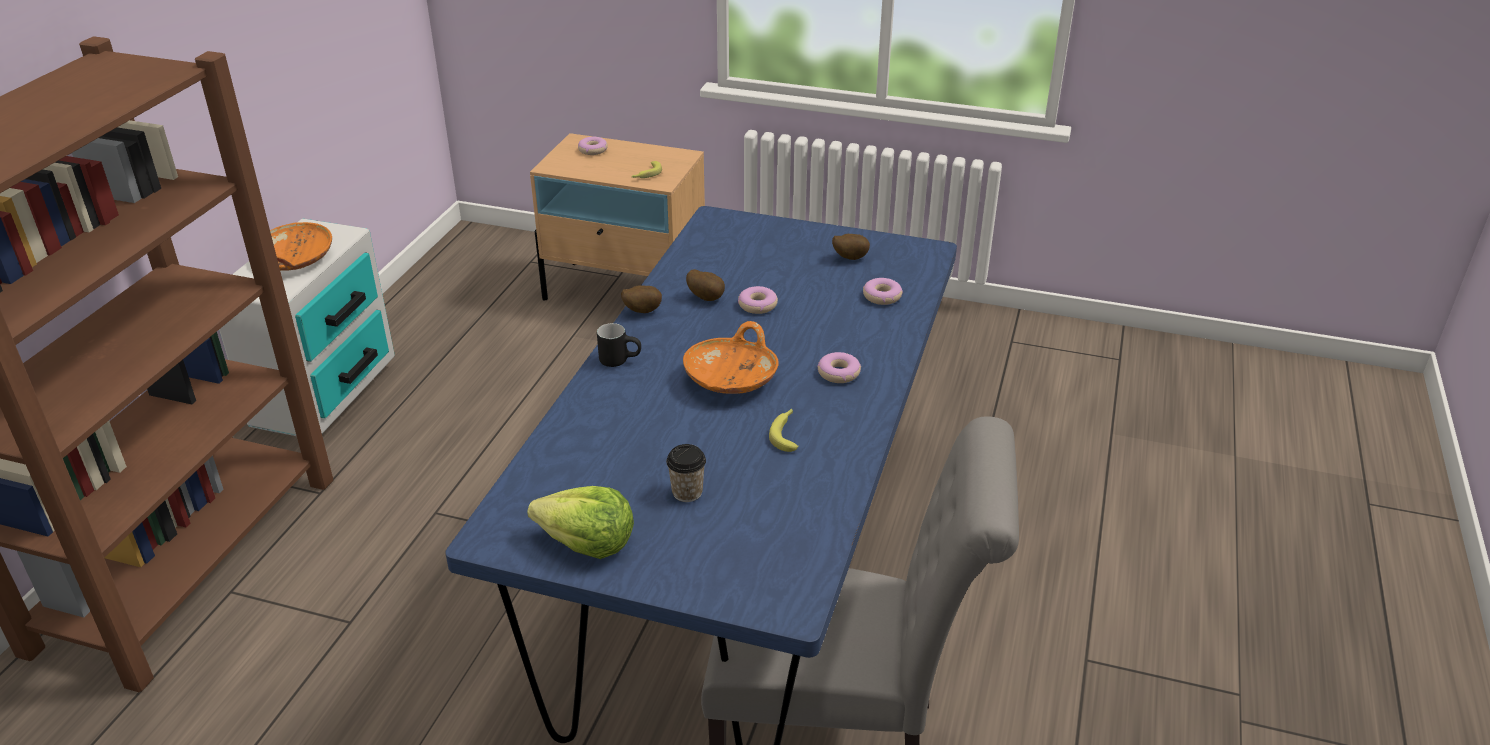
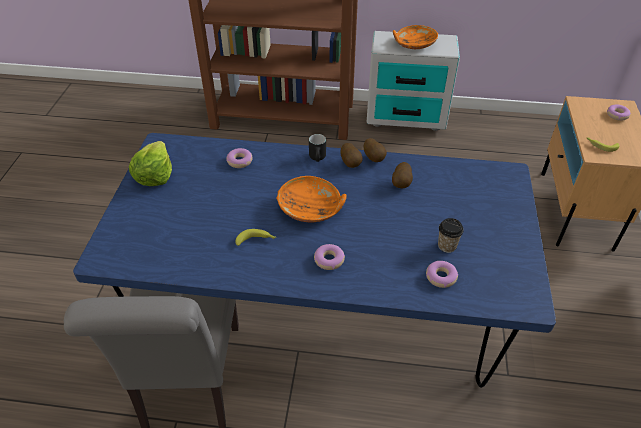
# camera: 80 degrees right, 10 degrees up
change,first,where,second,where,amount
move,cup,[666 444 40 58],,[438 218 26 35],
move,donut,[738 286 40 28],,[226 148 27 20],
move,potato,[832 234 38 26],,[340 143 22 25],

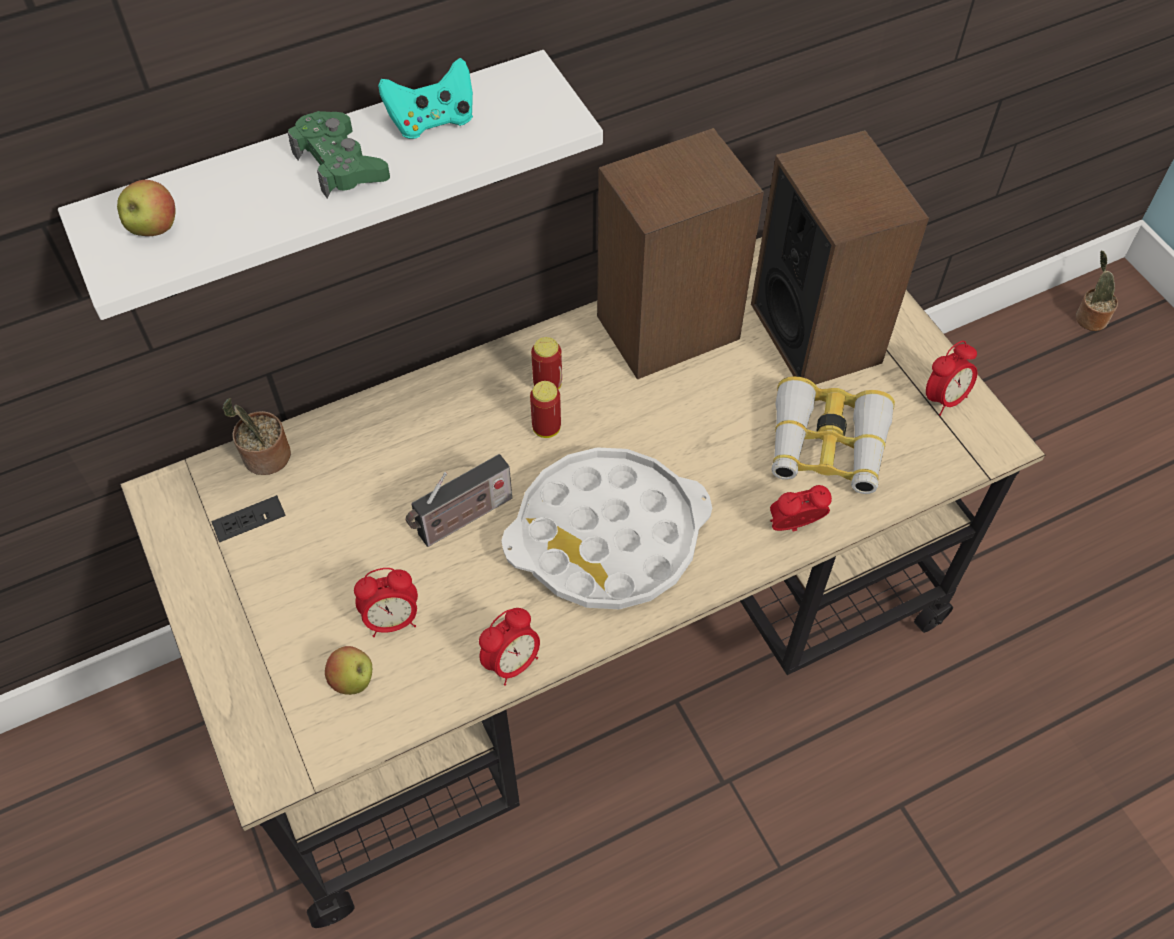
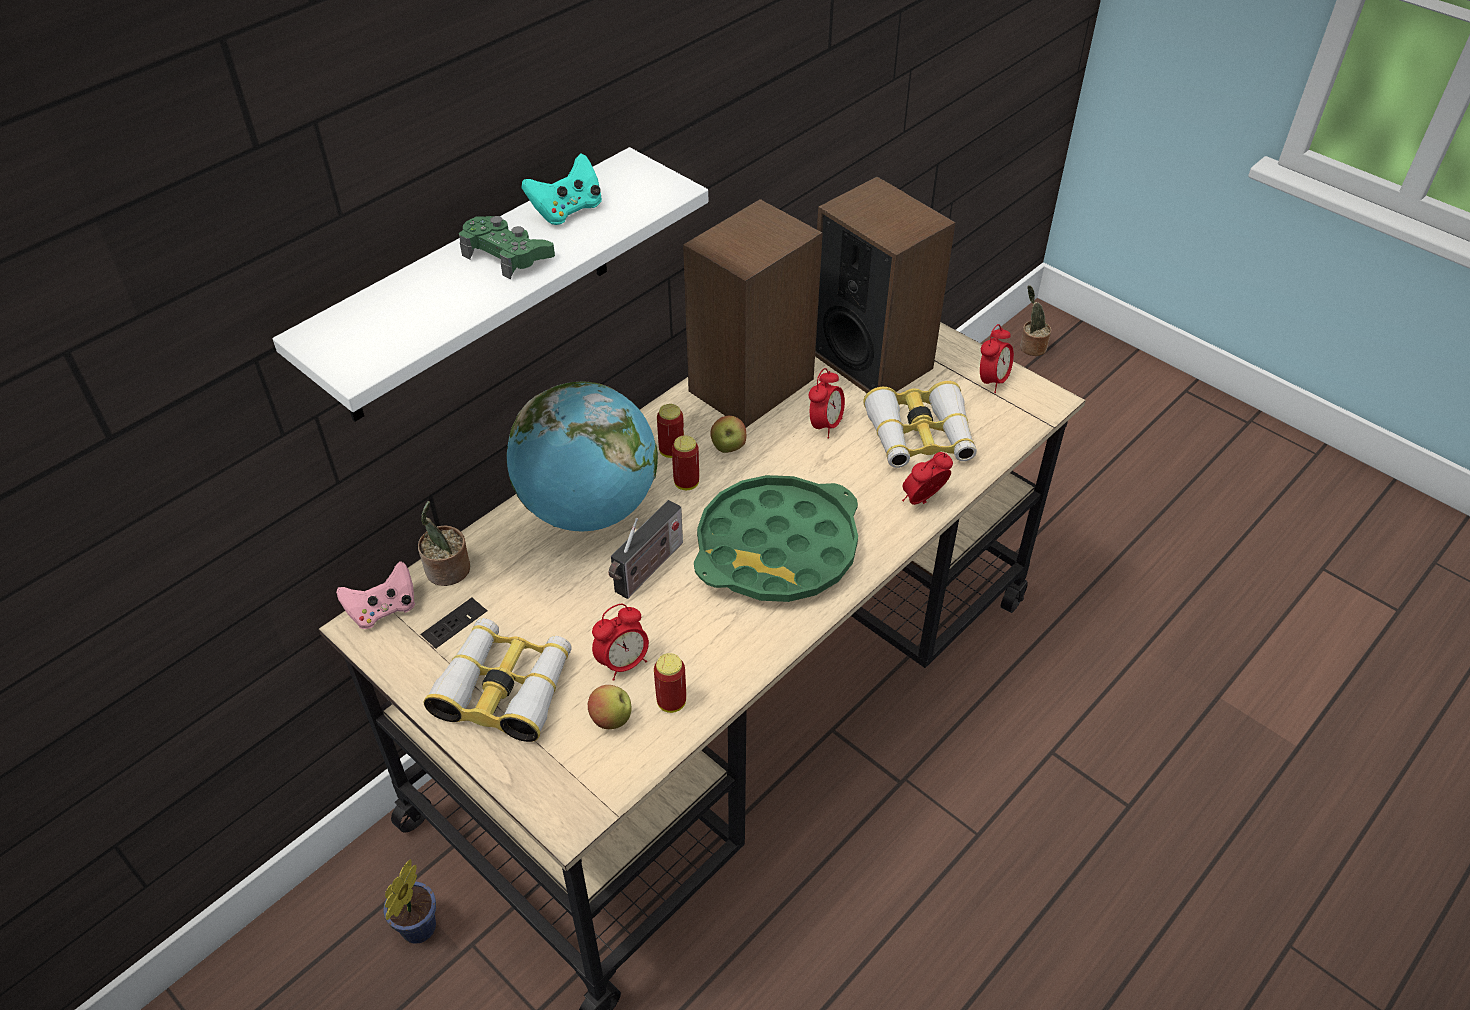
# camera: 20 degrees left, 10 degrees down
change,first,where,second,where,amount
insert,,,pink game controller,[336 561 79 68],
insert,,,potted plant,[383 859 53 85],
insert,,,binoculars,[423 618 148 124],
insert,,,globe,[506 381 152 151],
insert,,,can,[654 653 32 60],
move,apple,[117 180 58 56],,[710 416 36 37],
move,alarm clock,[479 608 61 78],,[809 368 36 70],
recolor,white tray,[501 447 211 162],green tray,[694 475 164 127],

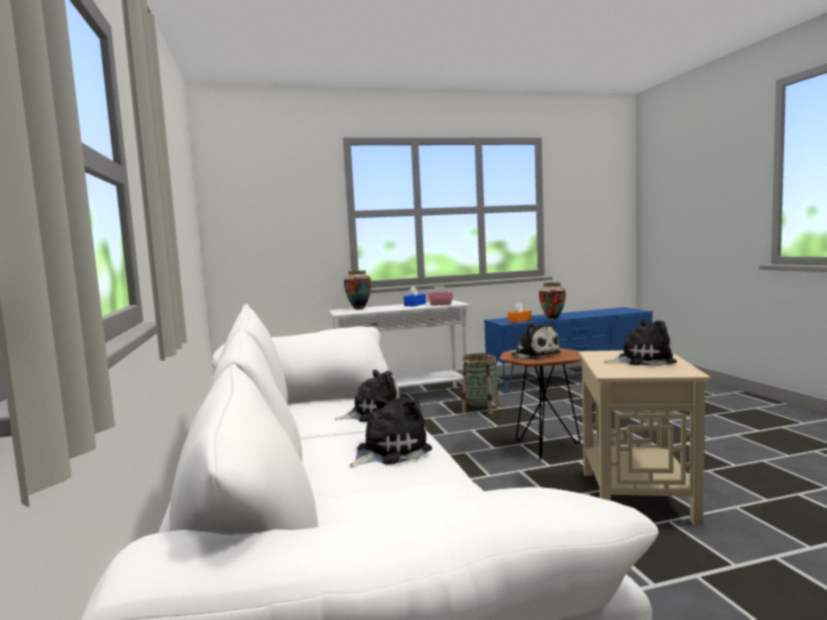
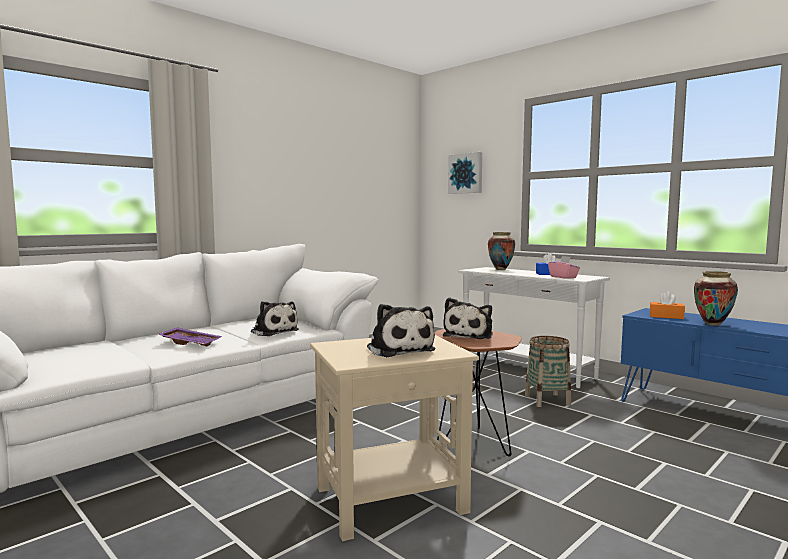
# camera: 60 degrees right, 0 degrees up
change,first,where,second,where,amount
insert,,,picture,[448 152 34 42],
replace,plush toy,[349 397 83 71],purple tray,[157 328 65 19],

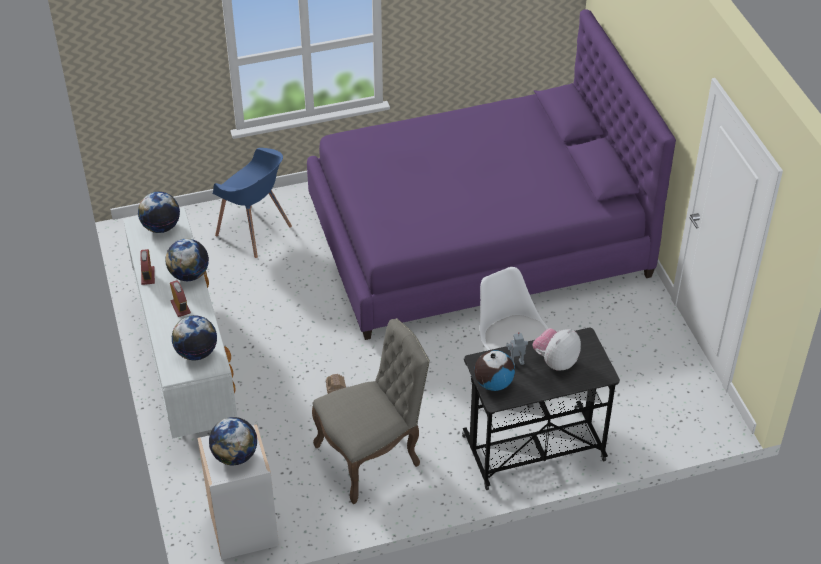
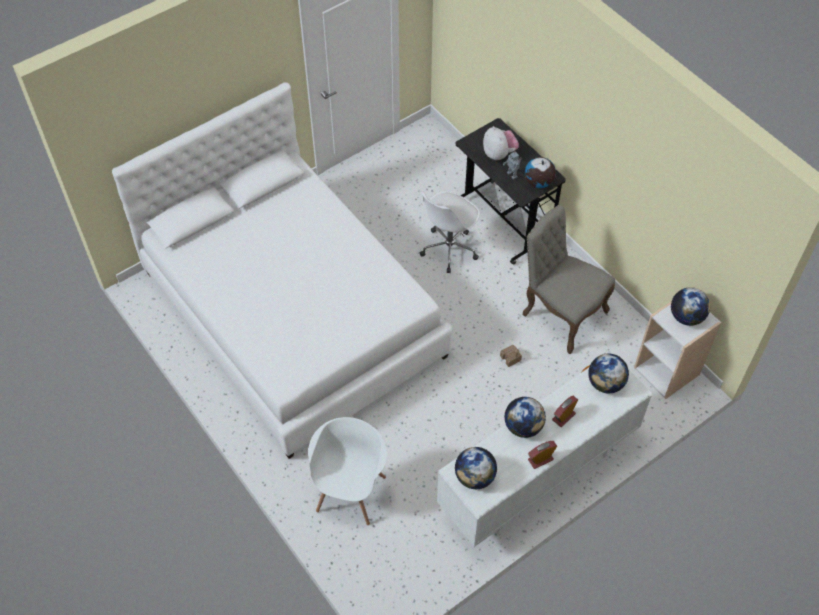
# camera: 110 degrees left, 10 degrees up
change,first,where,second,where,amount
recolor,blue chair,[213 148 79 110],white chair,[308 417 79 108],
recolor,purple bed,[307 9 369 331],white bed,[112 82 340 377],
rotate,plush toy,[532 328 49 43],,[483 126 36 34],135 degrees counterclockwise

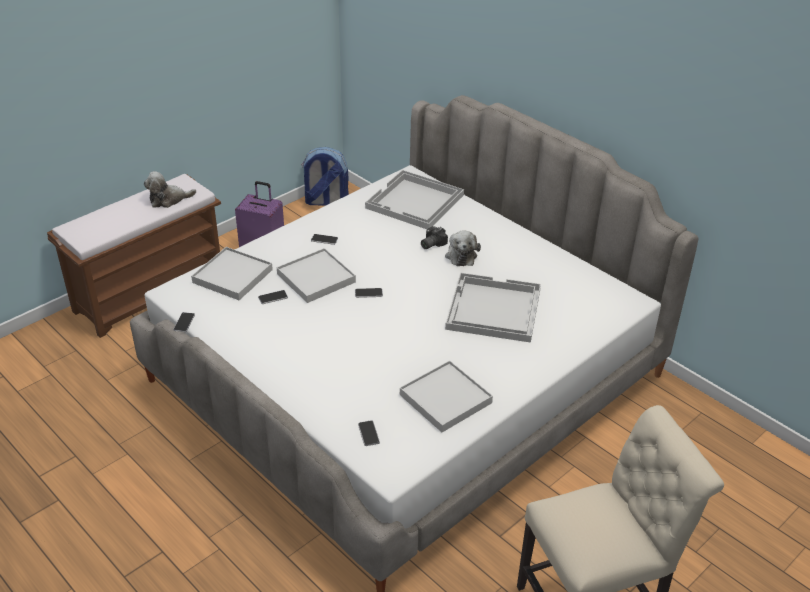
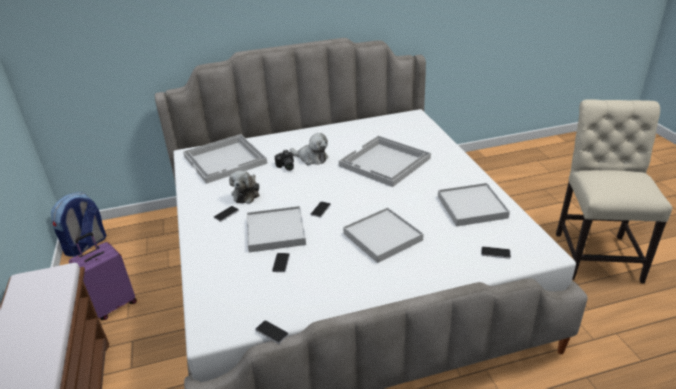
# camera: 60 degrees left, 5 degrees down
change,first,where,second,where,amount
move,plush toy,[144 171 52 37],,[229 170 31 34],
move,white tray,[191 247 82 53],,[343 207 81 56],

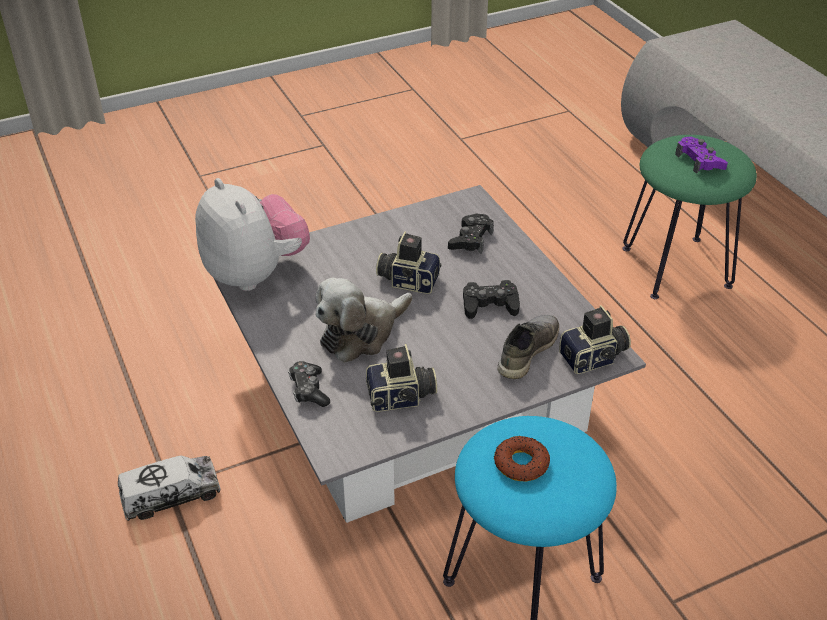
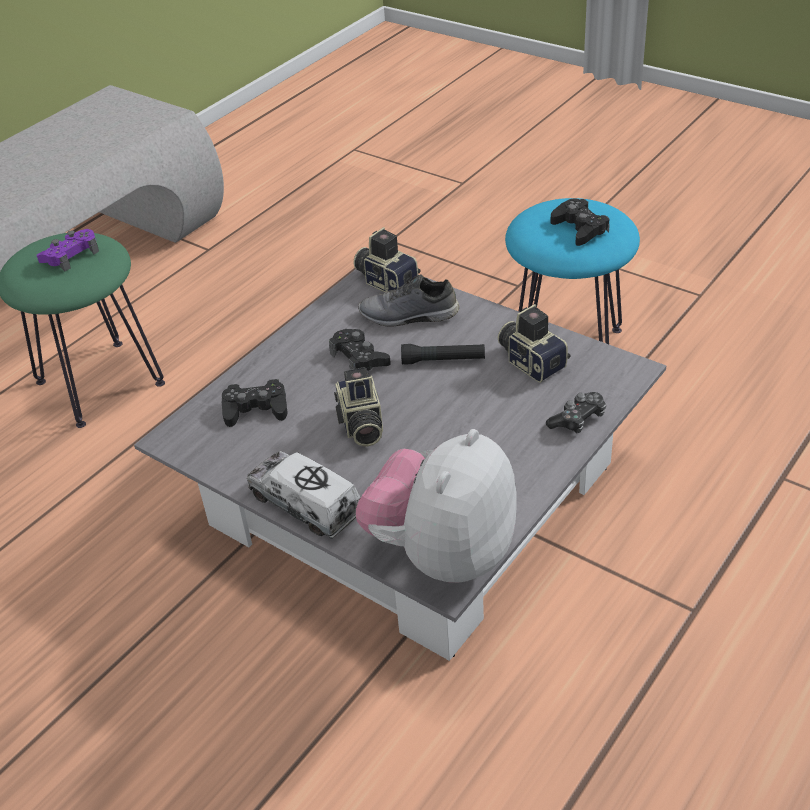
# camera: 115 degrees left, 0 degrees up
change,first,where,second,where,amount
delete,plush toy,[316 278 97 85],,,
insert,,,black flashlight,[401 344 84 20],
move,toy truck,[118 456 103 65],,[247 451 114 88],
replace,donut,[494 436 56 45],black game controller,[550 198 60 48],

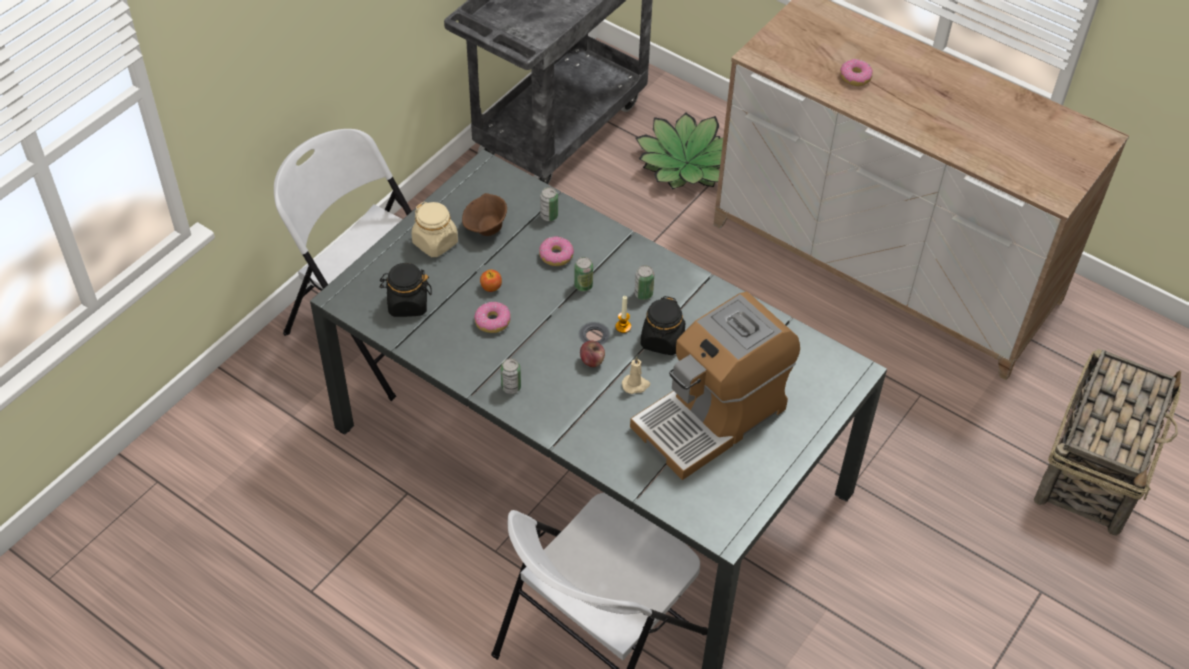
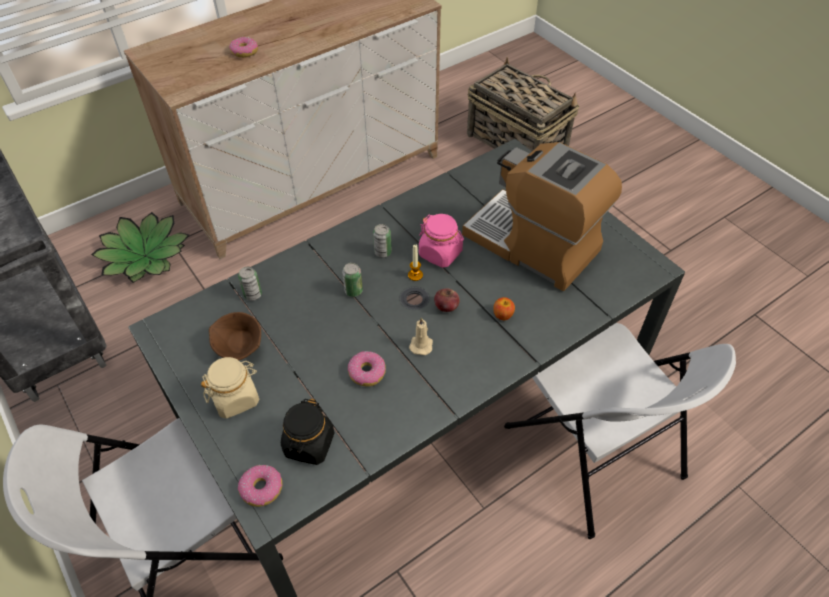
# camera: 70 degrees left, 0 degrees up
change,first,where,second,where,amount
delete,can,[501 358 20 36],,,
move,apple,[480 269 22 23],,[493 297 22 23],
move,donut,[539 236 35 30],,[238 465 45 42],
move,beige candle,[622 356 28 38],,[409 317 24 38],
recolor,black jar,[641 296 45 59],pink jar,[419 214 45 54],
rotate,coffee machine,[630 291 170 189],,[462 142 160 149],150 degrees clockwise

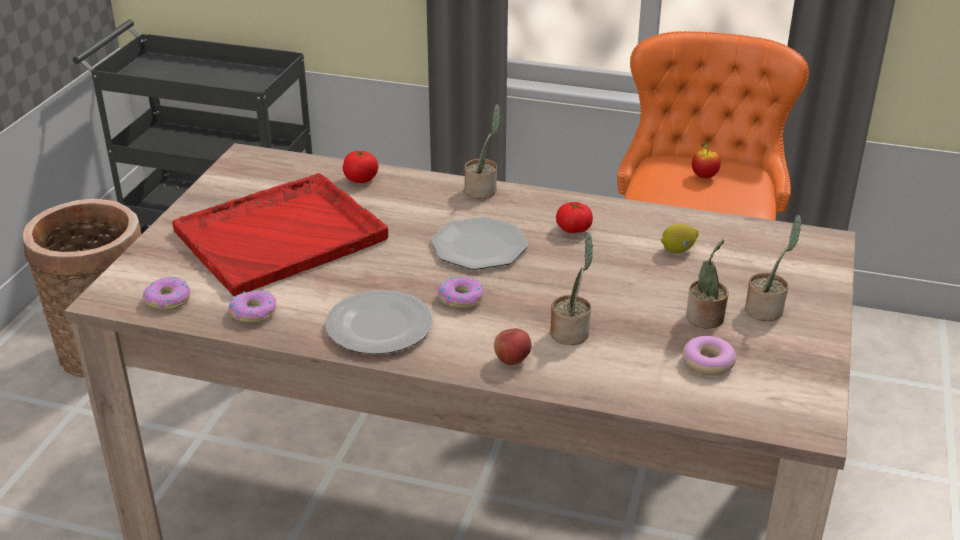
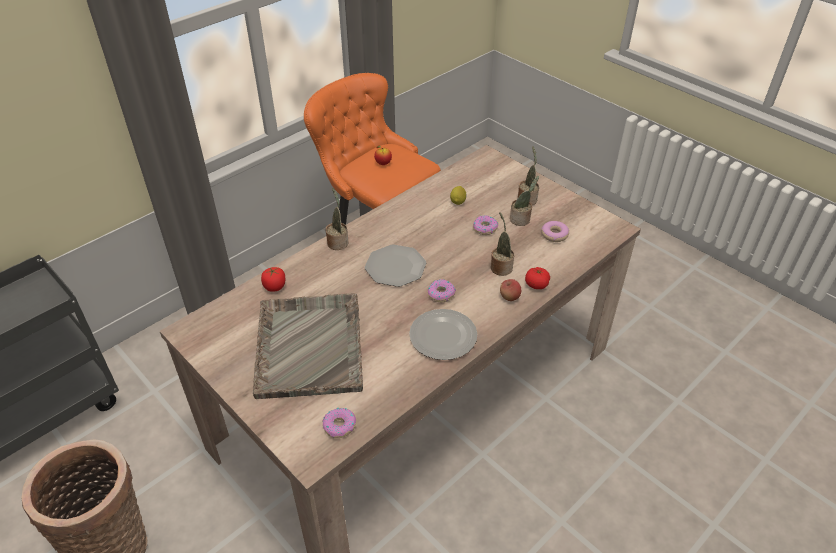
# camera: 60 degrees left, 10 degrees up
change,first,where,second,where,amount
move,donut,[229 290 47 33],,[473 215 25 20],
move,tomato,[556 202 37 31],,[525 267 25 22],
recolor,red tray,[172 173 216 123],grey tray,[253 293 110 106],

